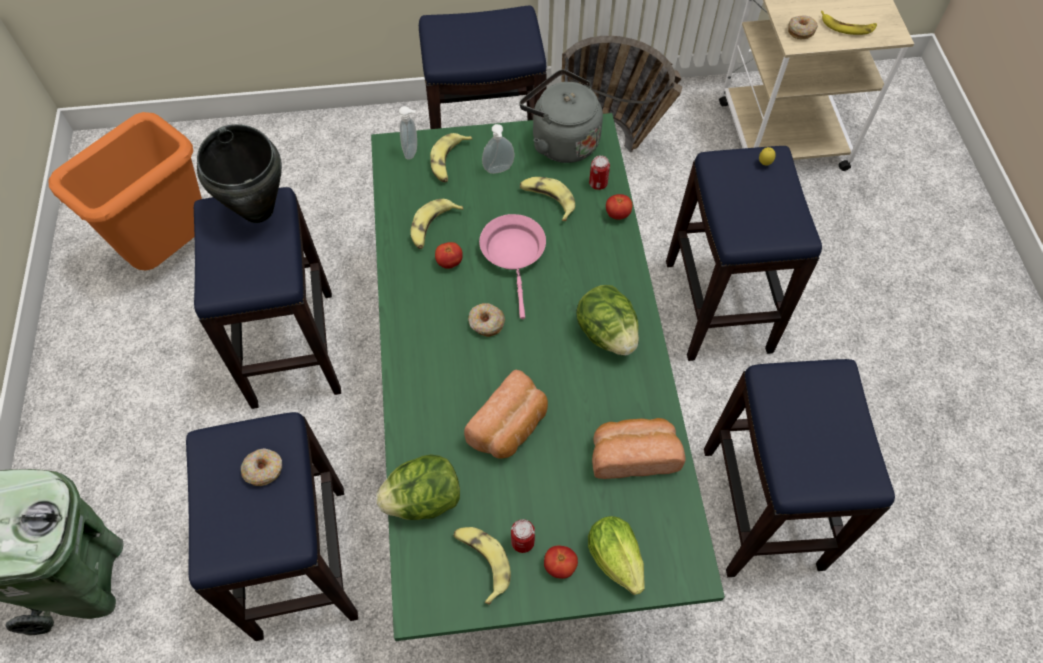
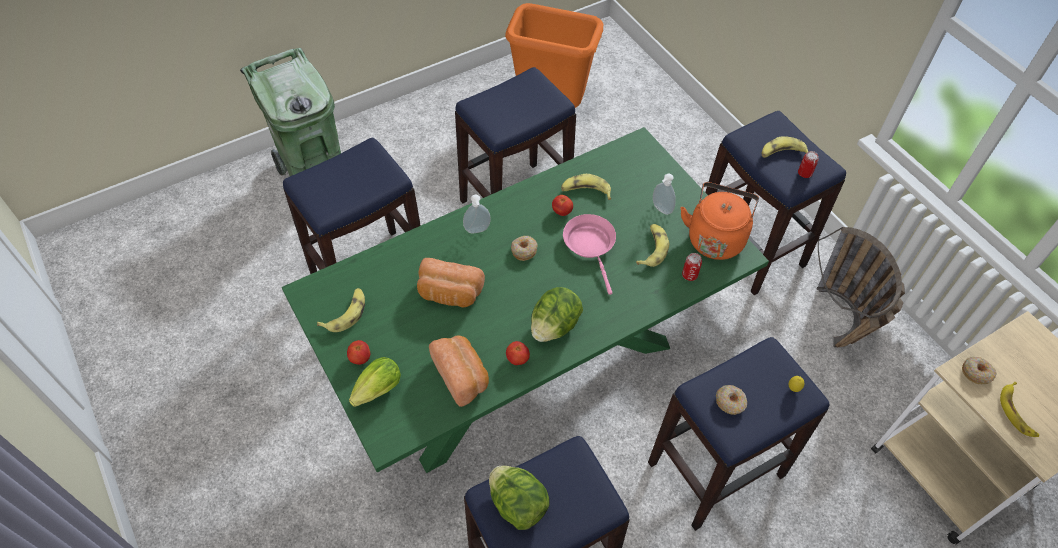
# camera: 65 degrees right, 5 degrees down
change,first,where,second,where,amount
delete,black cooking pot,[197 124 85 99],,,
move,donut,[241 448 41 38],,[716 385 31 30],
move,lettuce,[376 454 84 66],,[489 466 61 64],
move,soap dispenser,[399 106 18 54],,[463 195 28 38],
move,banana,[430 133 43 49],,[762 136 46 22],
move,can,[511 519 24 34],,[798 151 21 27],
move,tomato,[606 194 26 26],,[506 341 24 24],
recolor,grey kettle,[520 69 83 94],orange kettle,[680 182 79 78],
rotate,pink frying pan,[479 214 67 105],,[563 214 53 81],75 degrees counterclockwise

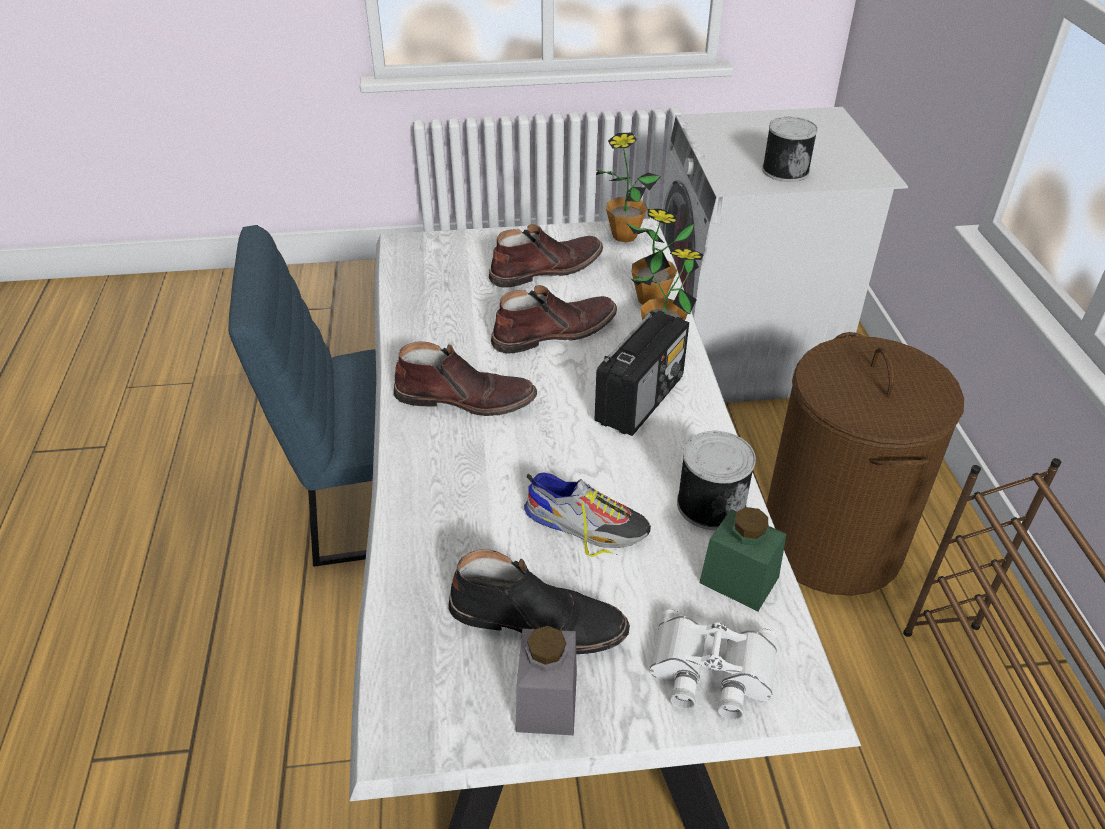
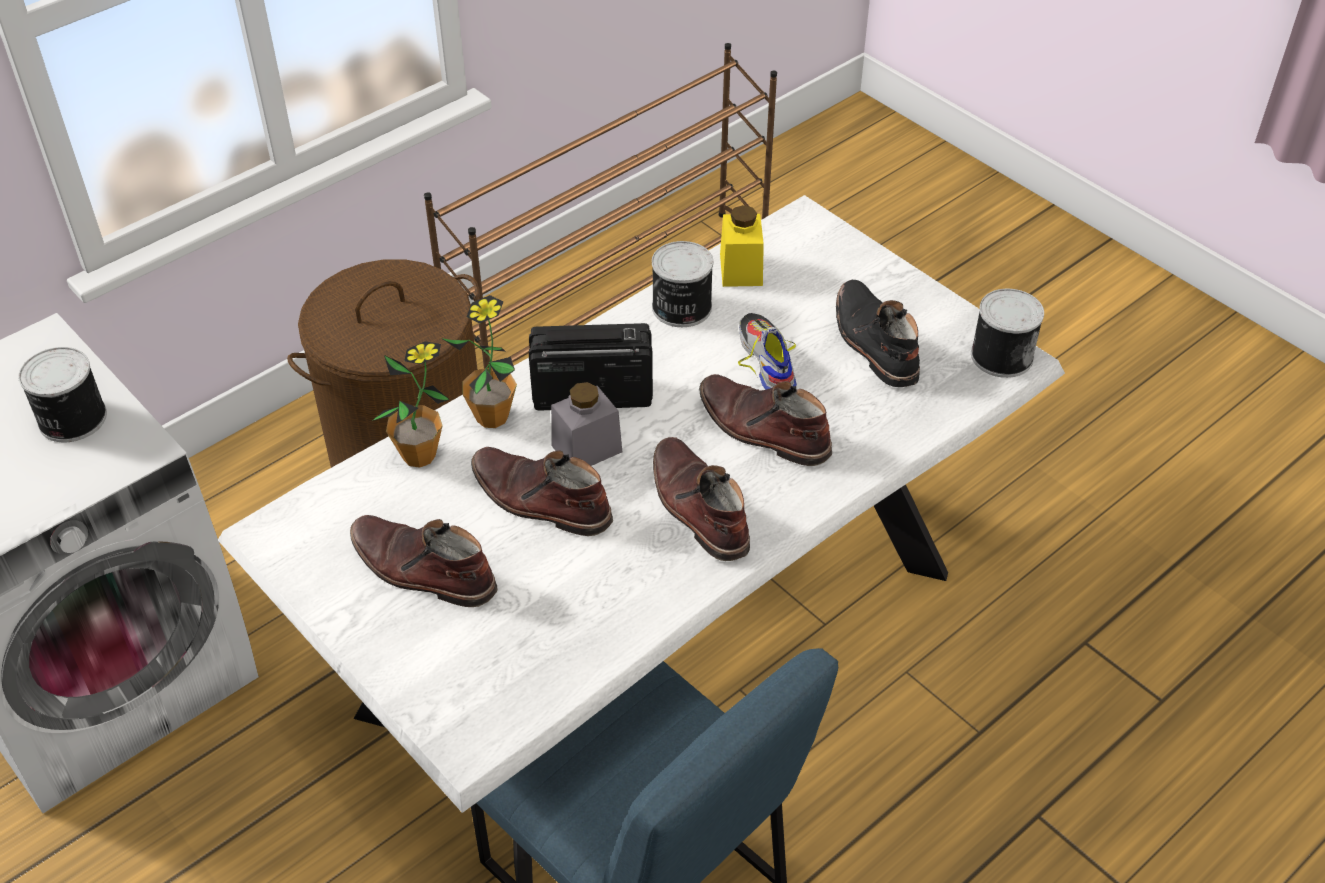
# camera: 125 degrees left, 5 degrees up
change,first,where,second,where,amount
delete,potted plant,[596 133 65 109],,,
delete,white binoculars,[650 609 127 111],,,
insert,,,brown boot,[699 374 133 92],
insert,,,can,[971 289 73 89],
move,grey jar,[516 626 61 109],,[551 382 71 84],
recolor,green jar,[699 507 88 104],yellow jar,[720 205 44 82],

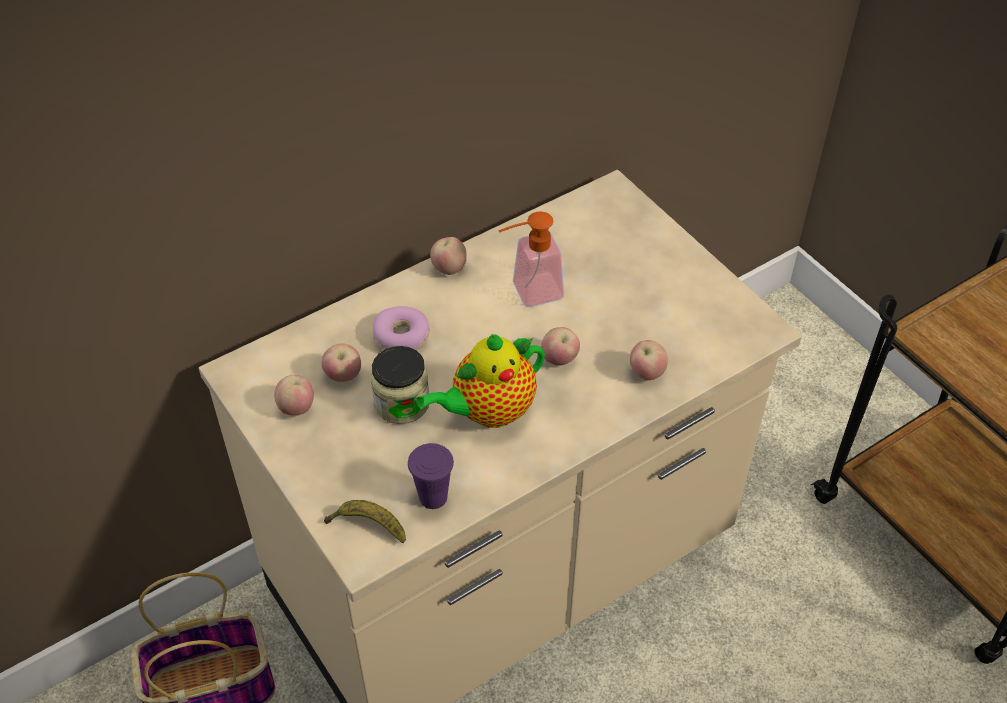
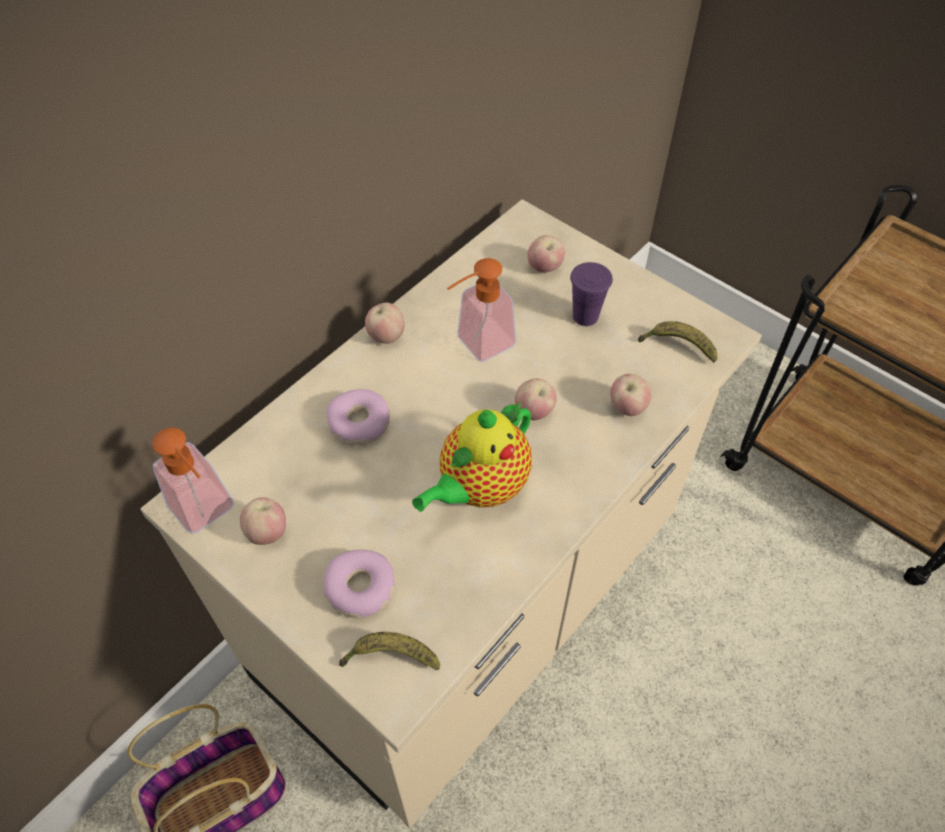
# camera: 15 degrees left, 5 degrees up
change,first,where,second,where,amount
delete,jar,[370 346 59 78],,,
insert,,,soap dispenser,[152 427 82 107],
insert,,,donut,[323 550 73 68],
insert,,,banana,[638 321 79 41],
move,apple,[321 343 40 39],,[527 235 38 38],
move,purple cup,[408 443 46 66],,[570 262 43 64],

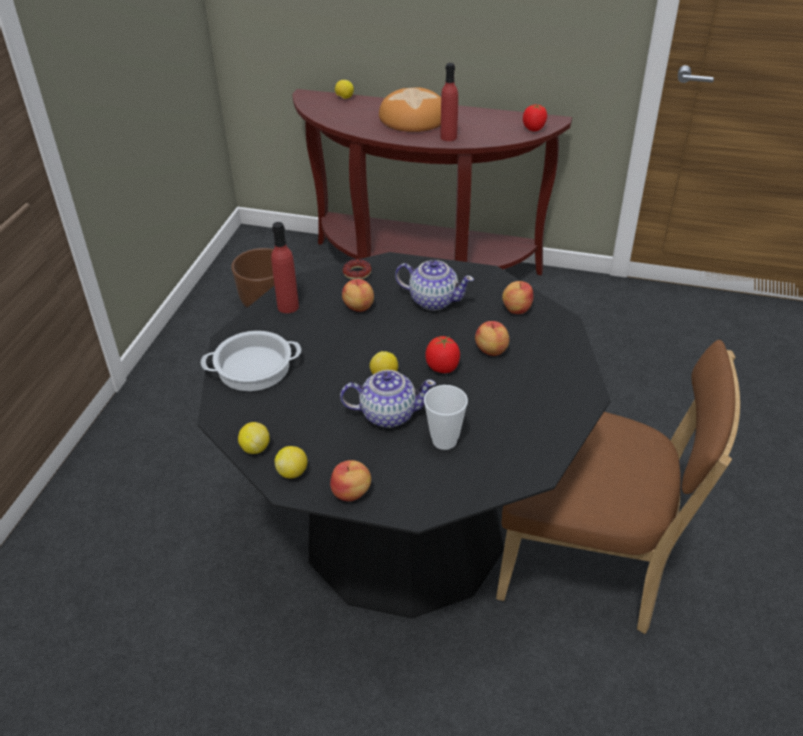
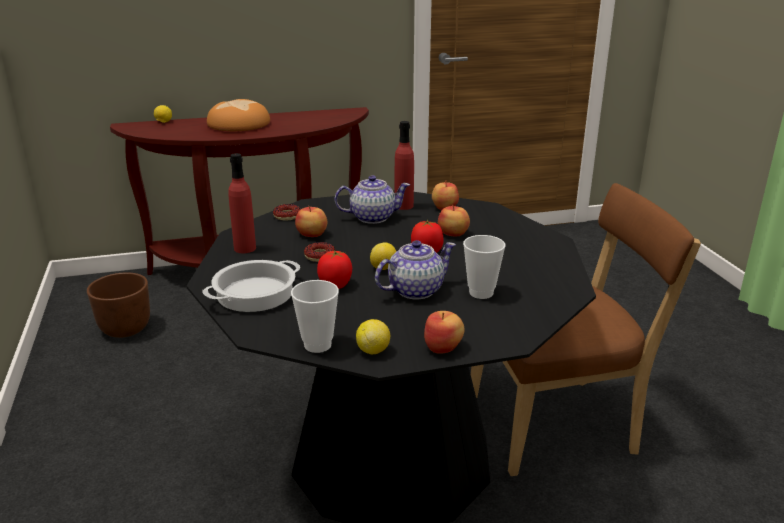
# camera: 30 degrees left, 15 degrees down
change,first,where,second,where,amount
insert,,,donut,[304 242 31 20],
move,red bottle,[440 63 18 78],,[395 121 19 89],
move,tomato,[523 104 24 27],,[317 251 35 38],
replace,lemon,[238 422 32 32],cup,[291 280 48 73],

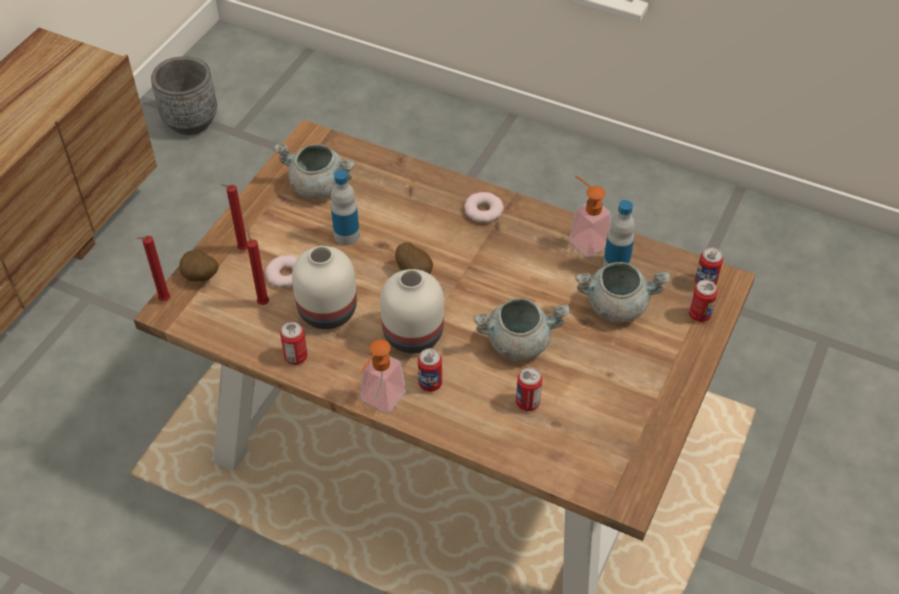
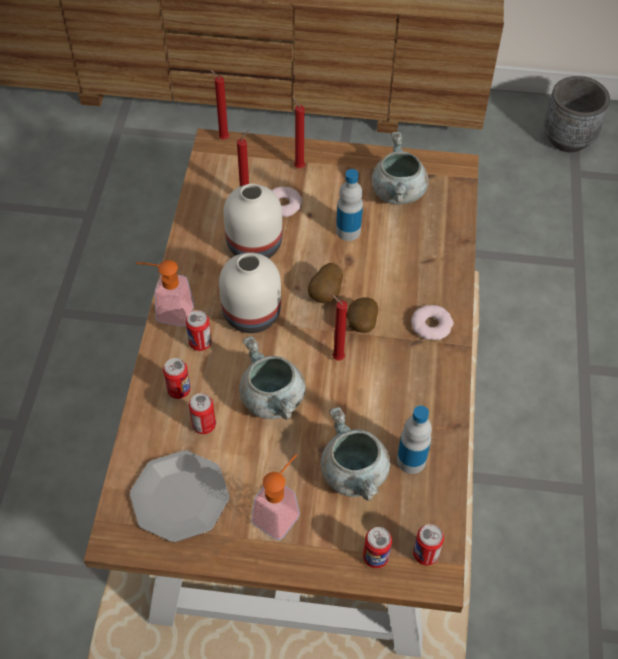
# camera: 70 degrees right, 5 degrees up
change,first,where,second,where,amount
insert,,,plate,[130 450 100 92],
insert,,,red candle,[331 294 16 67],
move,potato,[179 250 40 31],,[347 298 31 35],
move,can,[280 322 28 43],,[163 358 28 41],
move,soap dispenser,[569 175 42 82],,[251 454 49 86],

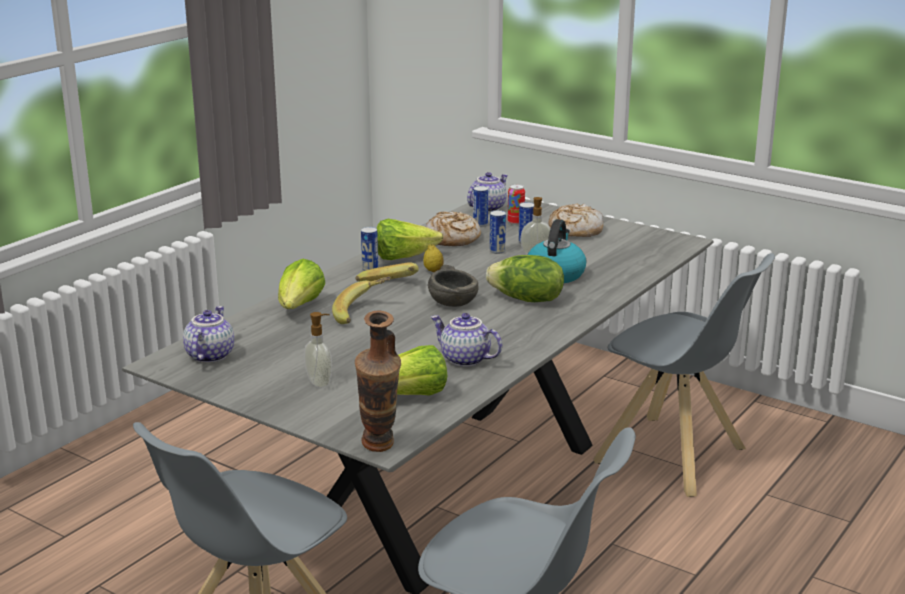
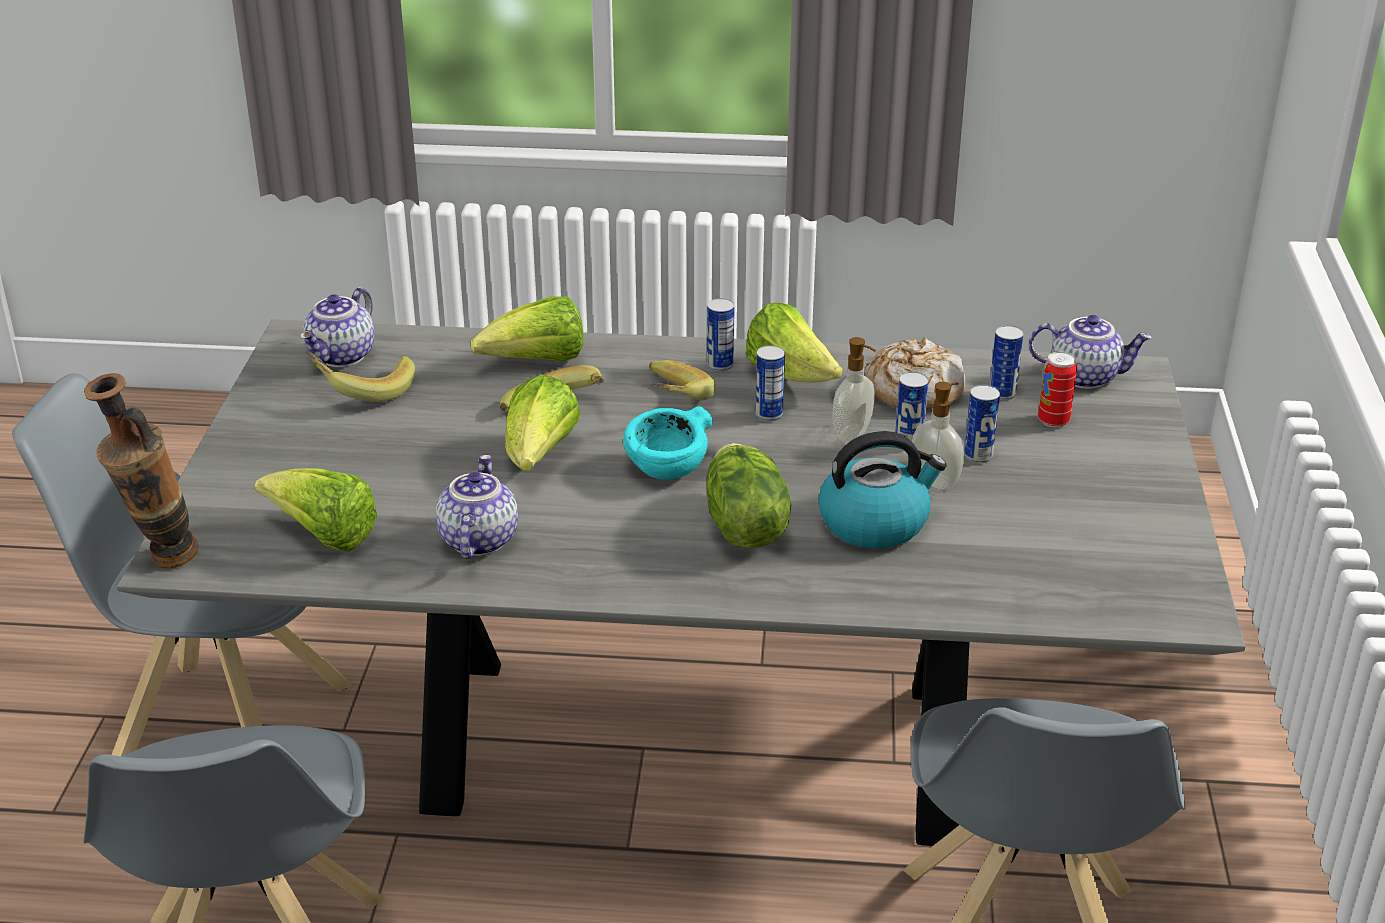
# camera: 60 degrees right, 10 degrees up
change,first,where,second,where,amount
delete,bread,[548 204 55 33],,,
insert,,,banana,[306 351 109 51],
insert,,,lettuce,[505 374 75 97],
move,soap dispenser,[304 312 28 76],,[832 337 44 105],
replace,lemon,[423 244 21 28],can,[755 345 30 77],
recolor,grey bowl,[428 265 51 42],turquoise bowl,[623 406 90 74],
rotate,teapot,[183 306 51 57],,[300 287 74 80],135 degrees clockwise

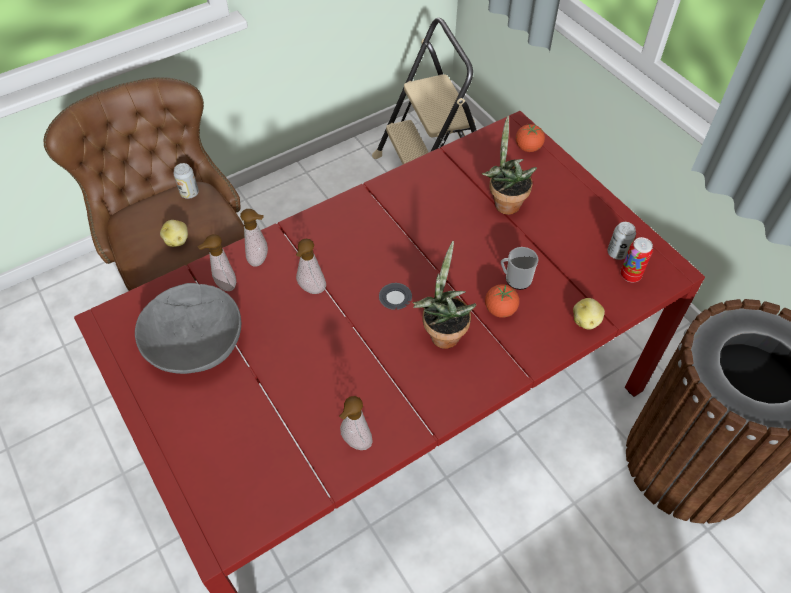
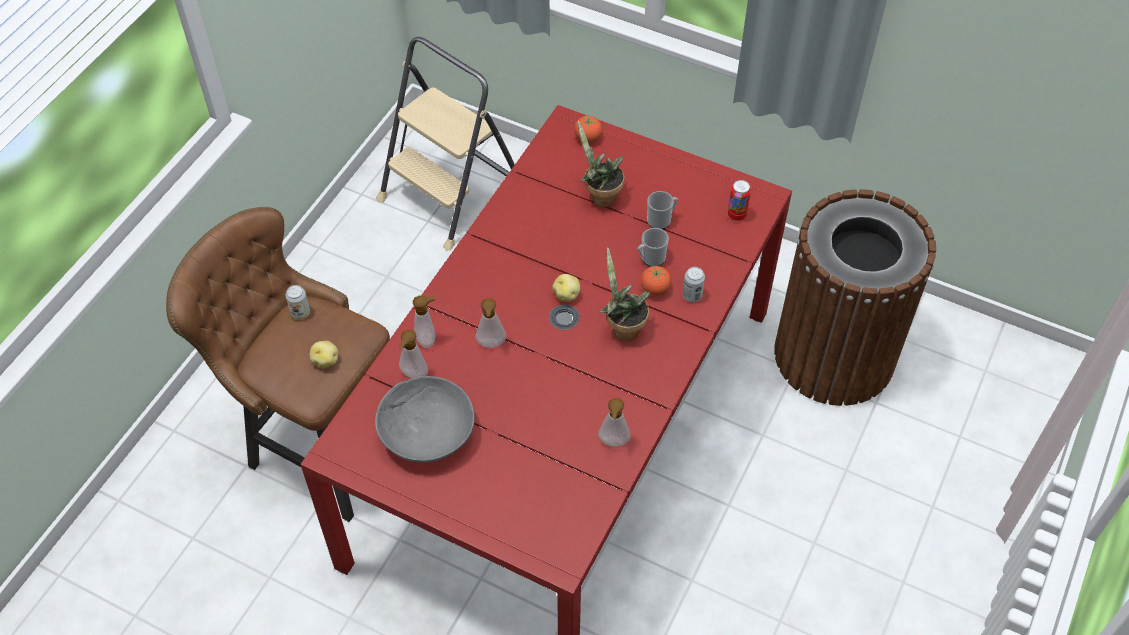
# camera: 30 degrees left, 0 degrees up
change,first,where,second,where,amount
insert,,,mug,[647 191 31 38],
move,potato,[573 298 32 32],,[552 274 28 27],
move,can,[607 222 29 38],,[683 267 22 35],

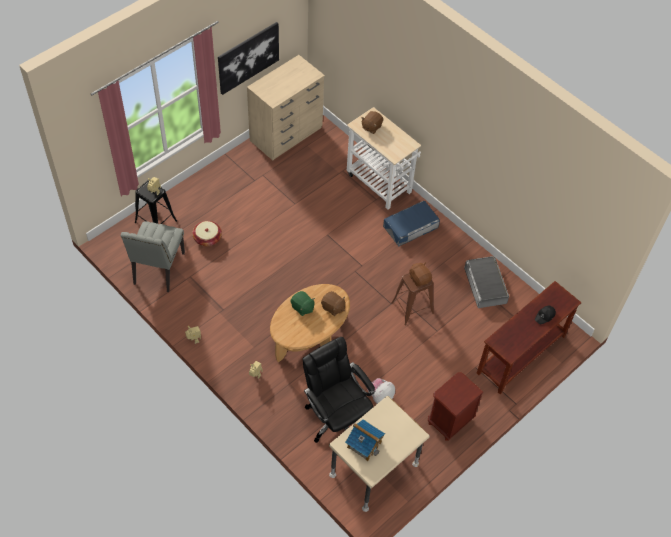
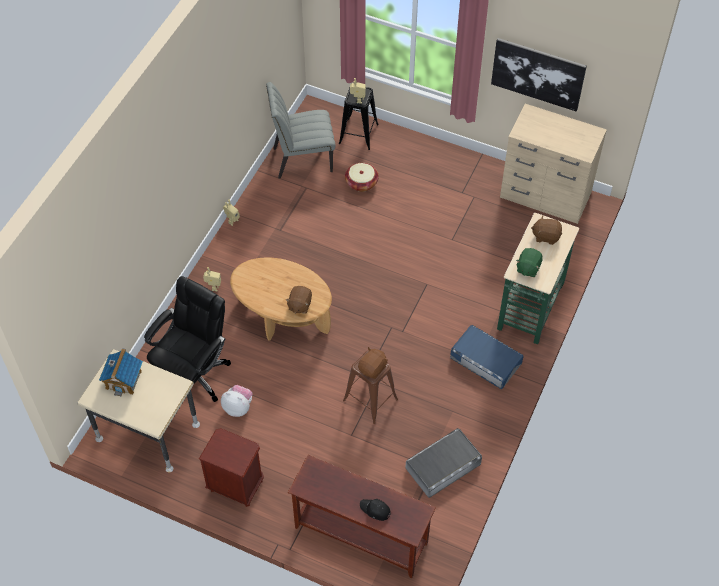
# camera: 70 degrees right, 0 degrees up
change,first,where,second,where,amount
move,green plush toy,[290 291 25 25],,[516 248 27 29],
recolor,white cart,[347 107 74 103],green cart,[497 213 82 131],

